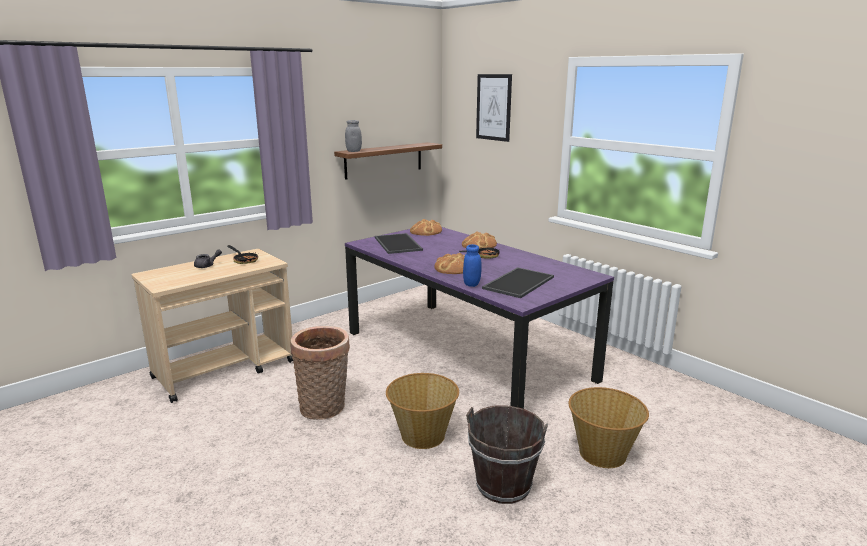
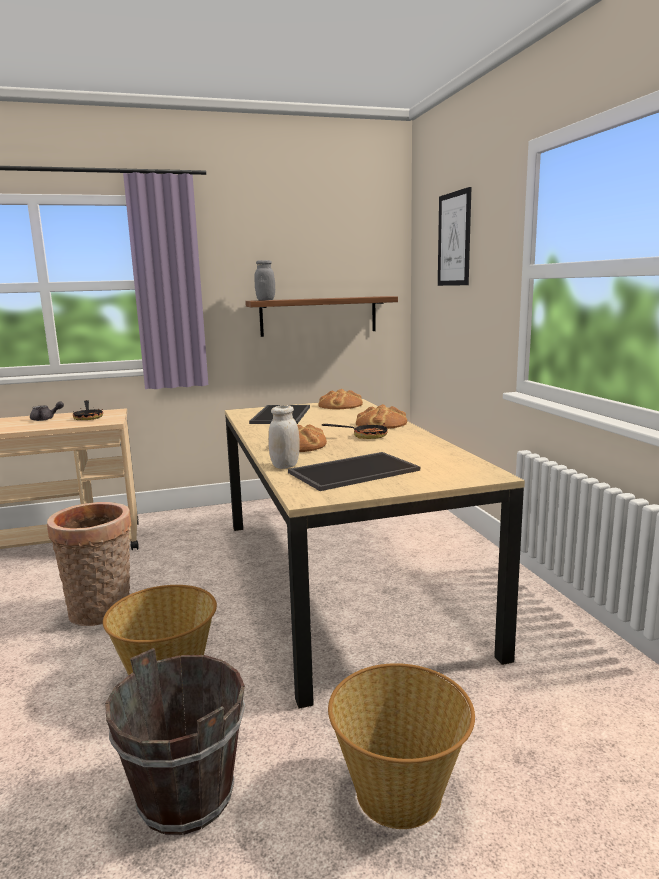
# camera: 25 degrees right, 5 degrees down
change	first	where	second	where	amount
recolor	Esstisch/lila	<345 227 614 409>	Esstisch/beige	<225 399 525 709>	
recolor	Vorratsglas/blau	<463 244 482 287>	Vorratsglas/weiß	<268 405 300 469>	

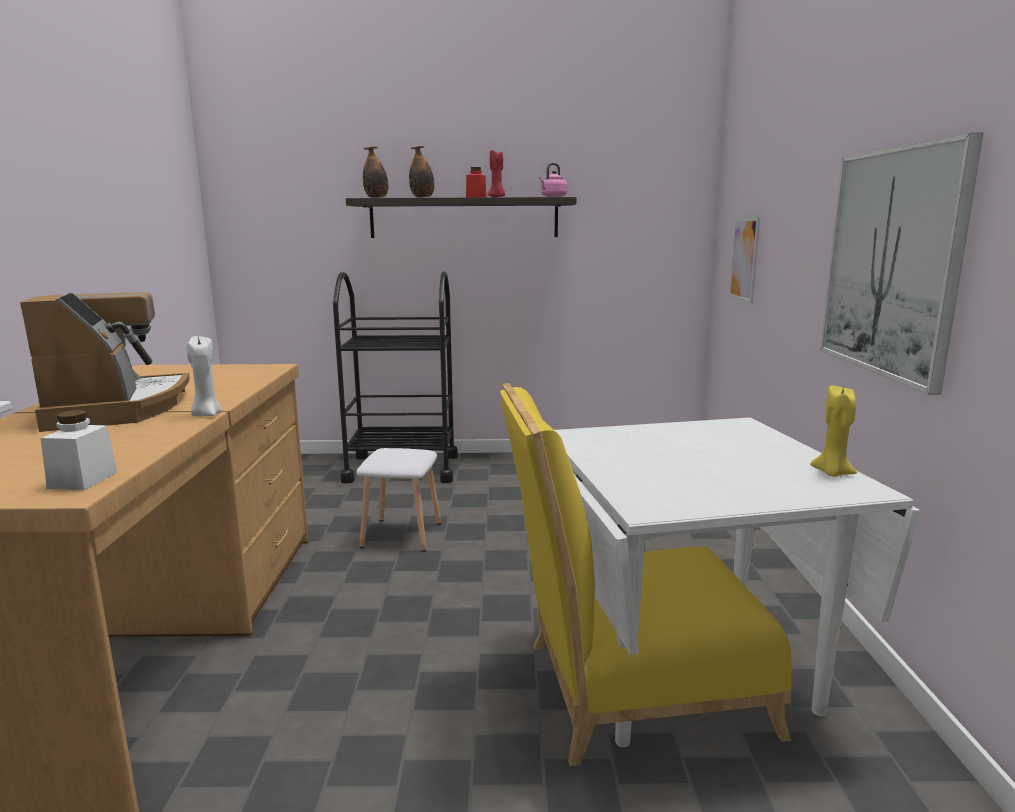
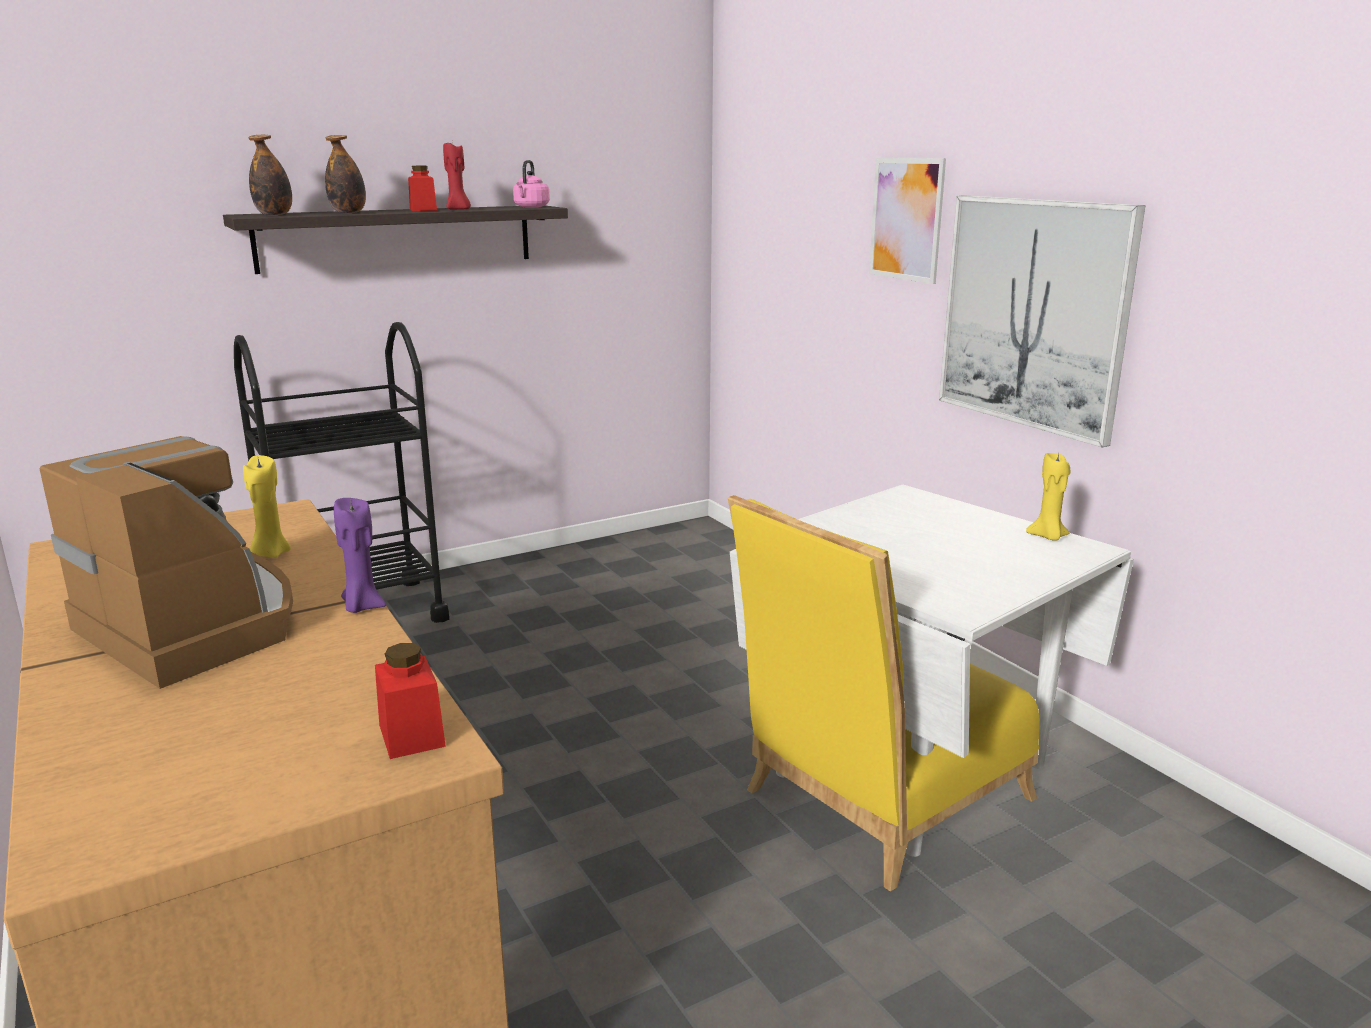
# camera: 30 degrees left, 5 degrees up
change	first	where	second	where	amount
move	Bild	<729 217 760 304>		<869 158 946 284>	
recolor	Kerze/weiß	<187 336 222 417>	Kerze/lila	<334 497 386 613>	
recolor	Vorratsglas/weiß	<41 410 117 490>	Vorratsglas/rot	<375 643 446 759>	
delete	Hocker/weiß	<356 448 441 552>			
insert			Kerze/gelb	<243 455 291 558>	

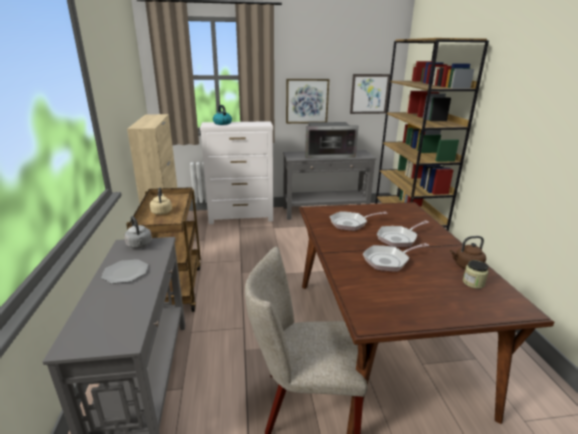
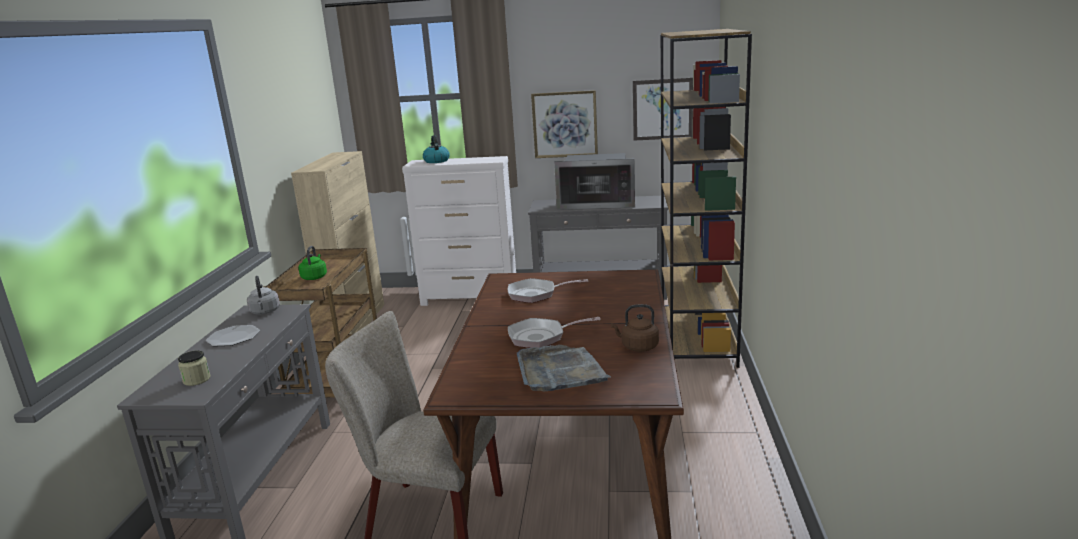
# camera: 15 degrees right, 5 degrees down
change	first	where	second	where	amount
recolor	Wasserkessel/beige	<150 188 172 215>	Wasserkessel/grün	<298 246 327 280>	
delete	Pfanne	<377 220 429 247>			
move	Vorratsglas	<463 260 489 289>		<178 350 211 386>	
insert			Tablett/grau	<517 345 611 391>	

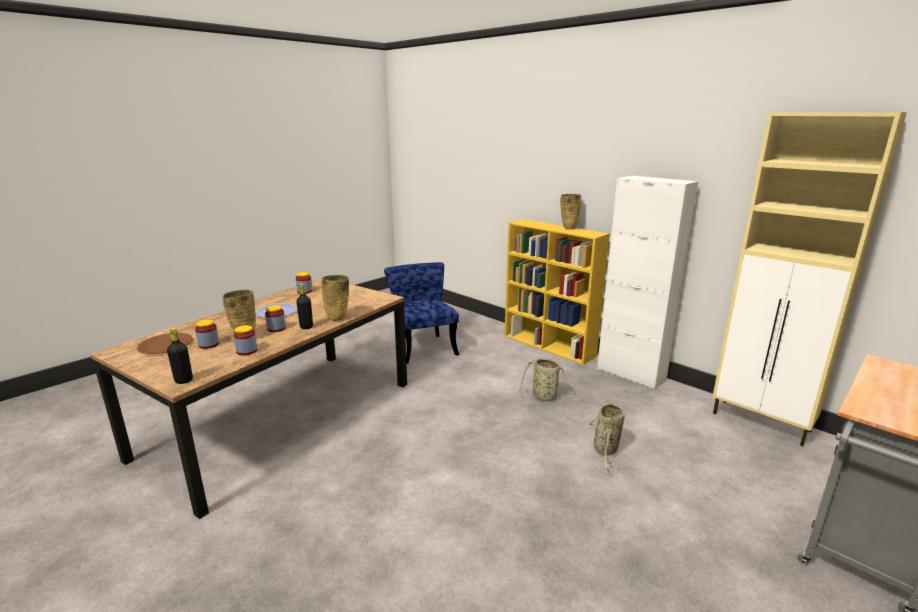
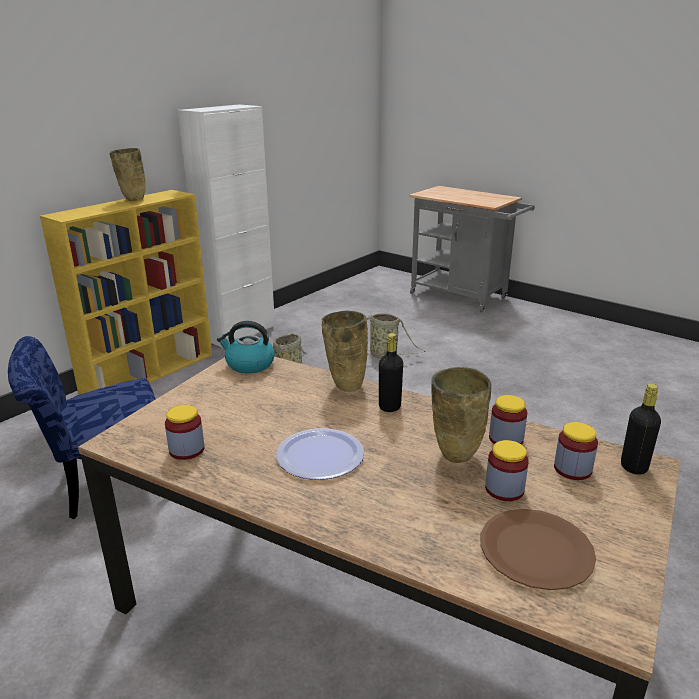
# camera: 95 degrees left, 5 degrees up
change	first	where	second	where	amount
delete	Schrank/beige	<712 112 907 446>			
move	Vorratsglas	<265 305 286 332>		<554 422 598 480>	
insert			Wasserkessel	<217 321 275 373>	

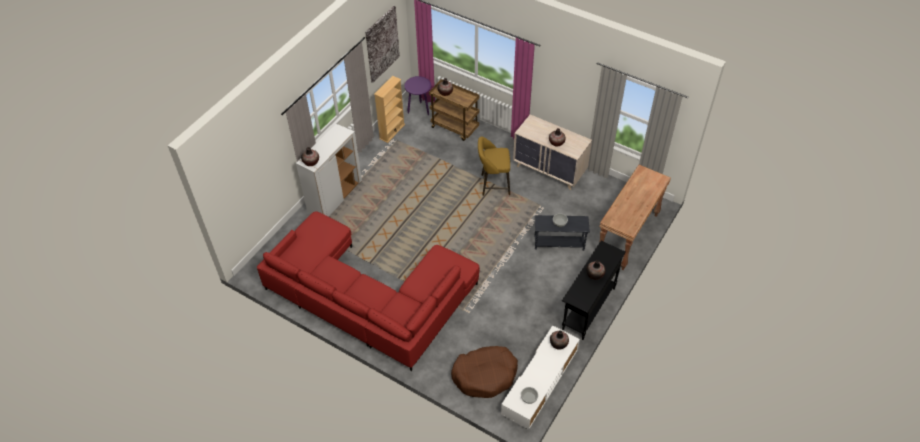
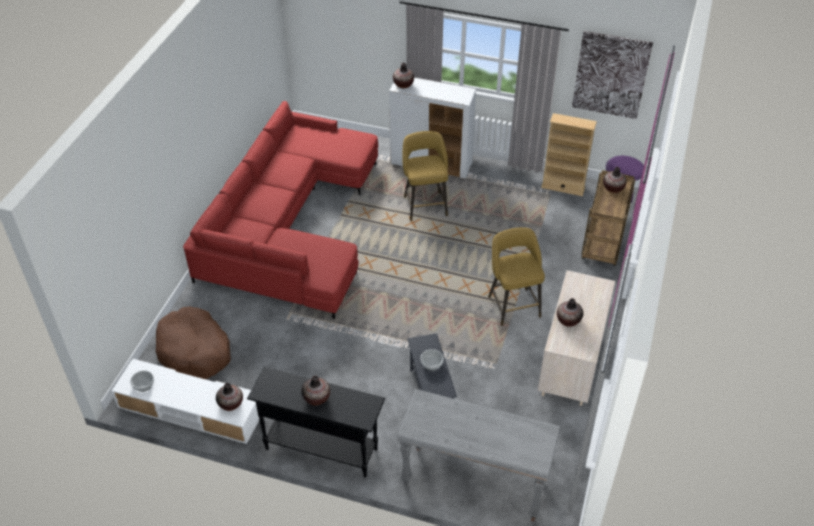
# camera: 75 degrees right, 5 degrees down
change	first	where	second	where	amount
recolor	Konsolentisch/braun	<599 165 671 270>	Konsolentisch/grau	<397 389 560 521>	
insert			Hocker/gelb	<402 131 448 221>	

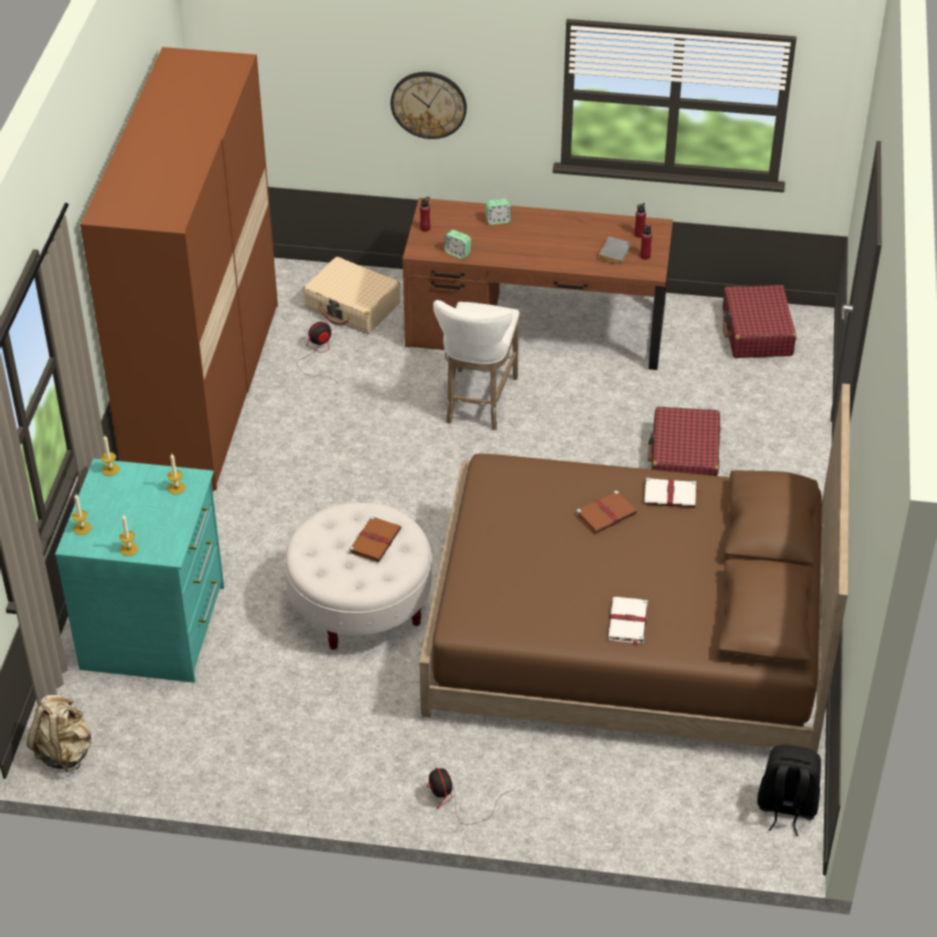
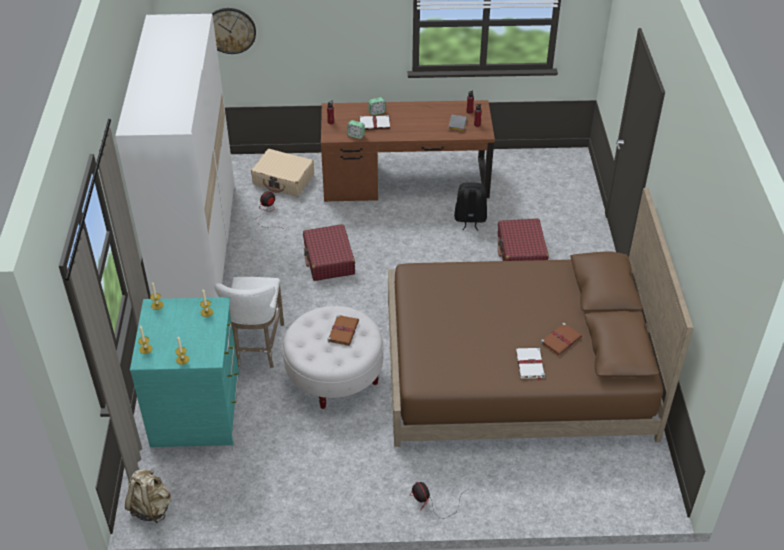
# camera: 10 degrees left, 0 degrees up
change	first	where	second	where	amount
recolor	Kleiderschrank/braun	<80 47 278 492>	Kleiderschrank/weiß	<115 14 235 299>	
move	Wanduhr	<391 72 467 139>		<212 8 256 54>	
move	Koffer/rot	<723 285 796 358>		<303 224 355 281>	
move	Hocker/weiß	<433 300 520 430>		<215 277 284 368>	
move	Buch/weiß	<644 477 700 508>		<360 115 391 130>	
move	Buch/braun	<576 490 637 534>		<541 323 582 356>	
move	Rucksack/schwarz	<757 744 821 836>		<454 182 487 231>	

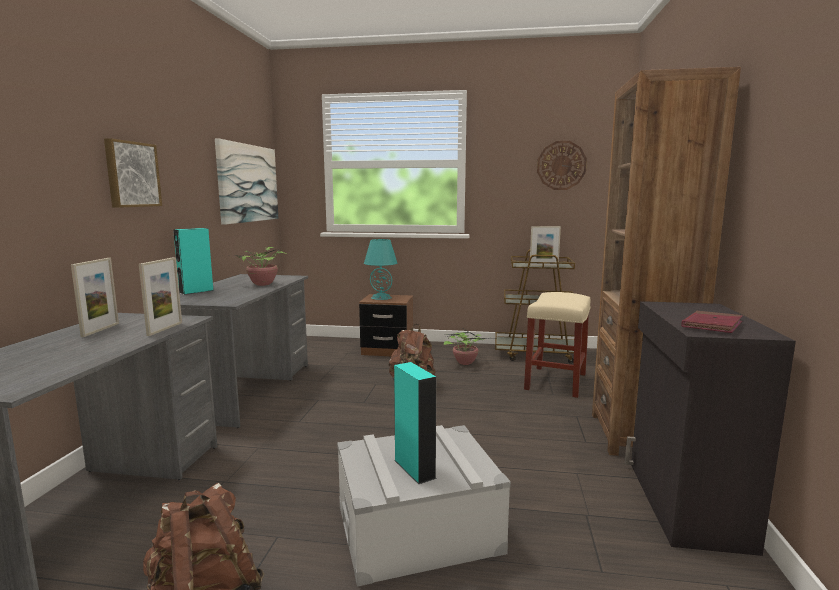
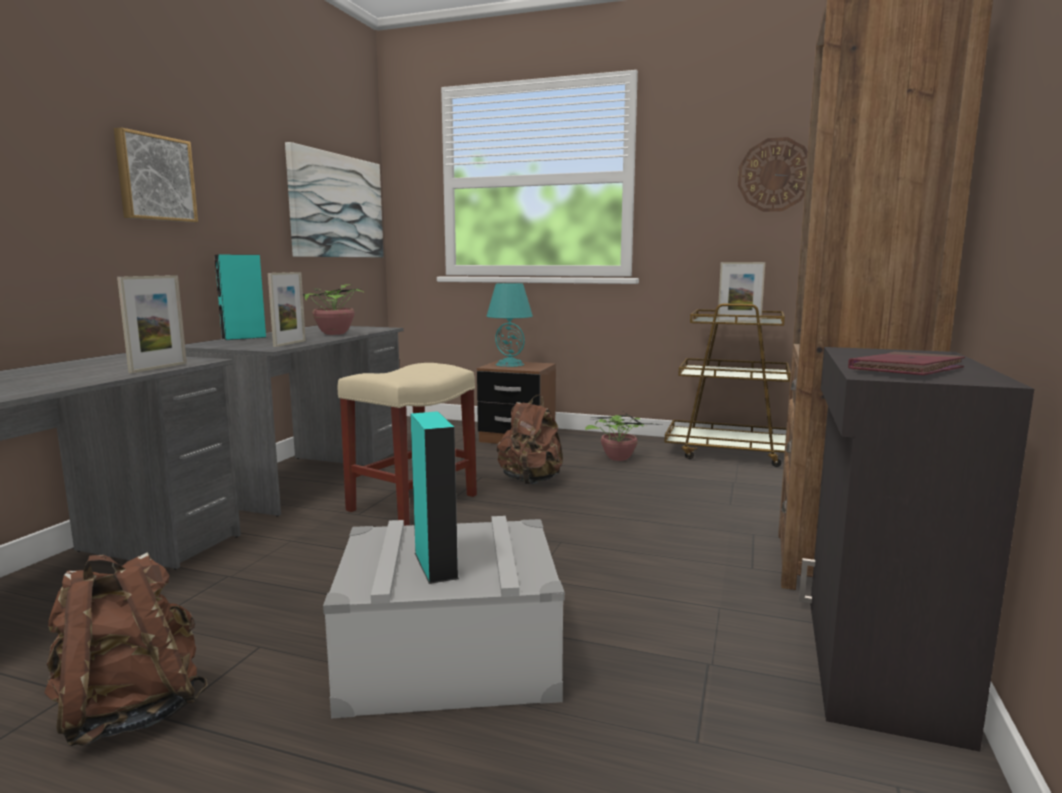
# camera: 10 degrees right, 0 degrees up
change	first	where	second	where	amount
move	Bilderrahmen	<71 258 119 337>		<268 272 306 347>	
move	Hocker/beige	<524 292 591 398>		<337 363 477 526>	

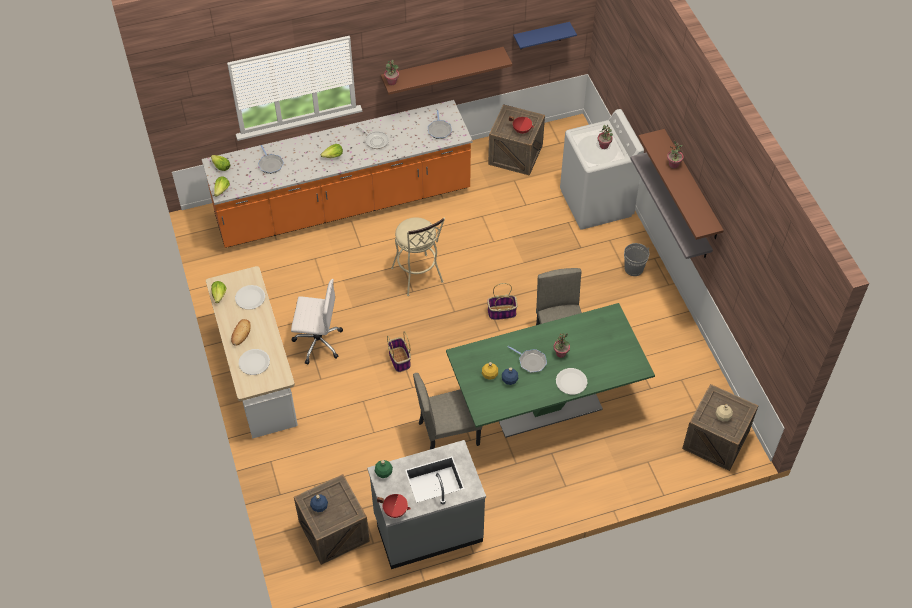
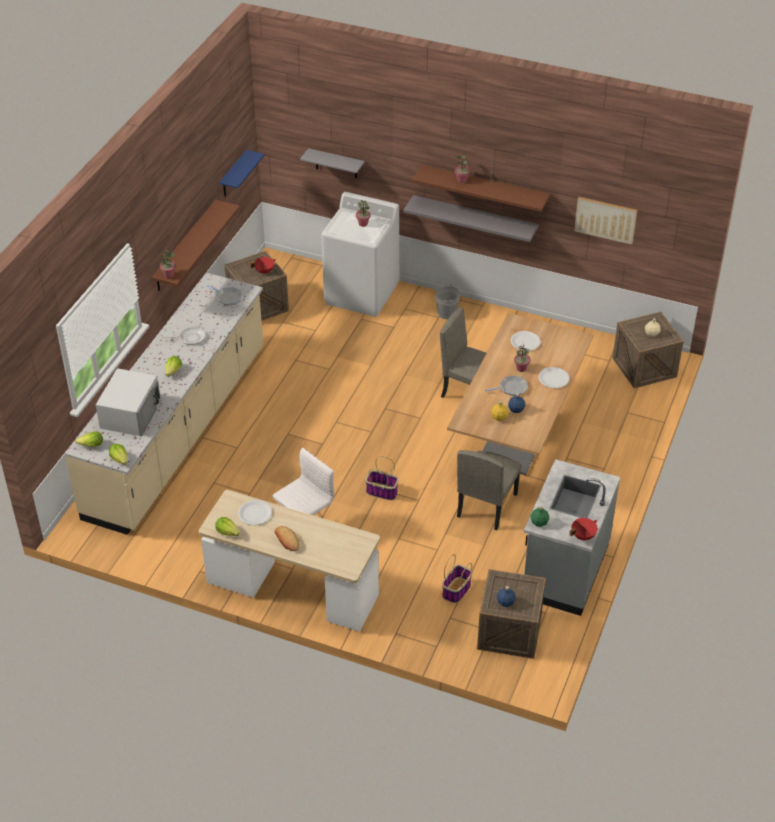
# camera: 50 degrees left, 10 degrees down
change	first	where	second	where	amount
recolor	Küchenzeile/orange	<202 100 473 248>	Küchenzeile/beige	<65 273 263 535>	
replace	Pfanne	<258 145 284 174>	Mikrowelle/weiß	<96 368 161 437>	
delete	Hocker/beige	<391 217 445 296>			
move	Korb	<487 283 518 320>		<442 554 472 603>	
recolor	Esstisch/grün	<446 303 655 438>	Esstisch/beige	<447 313 594 475>	
move	Teller/weiß	<239 349 270 375>		<511 331 541 351>	
insert			Wandregal/grau	<300 148 365 178>	
insert			Bild	<574 197 638 245>	

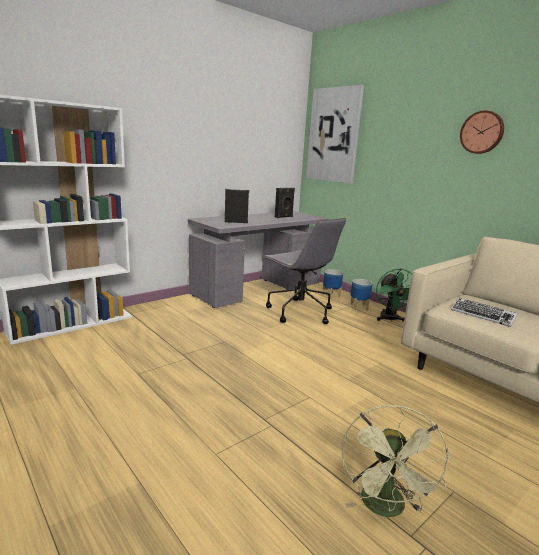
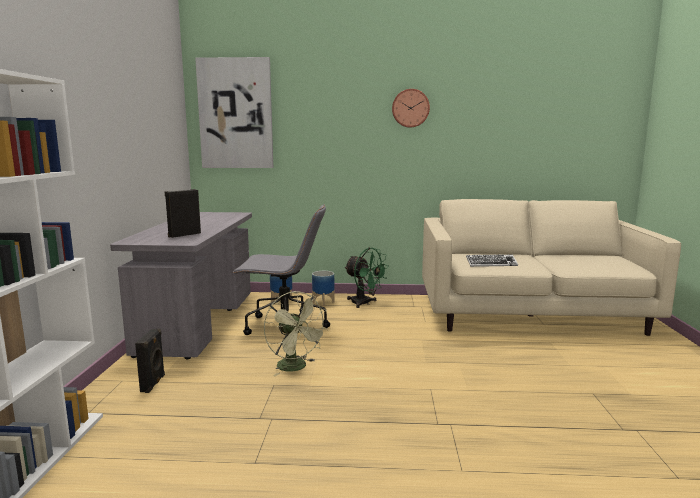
# camera: 45 degrees left, 5 degrees down
change	first	where	second	where	amount
move	Lautsprecher/schwarz	<275 188 295 218>		<135 329 165 393>	
move	Ventilator/grün	<342 405 452 517>		<264 291 328 376>	

